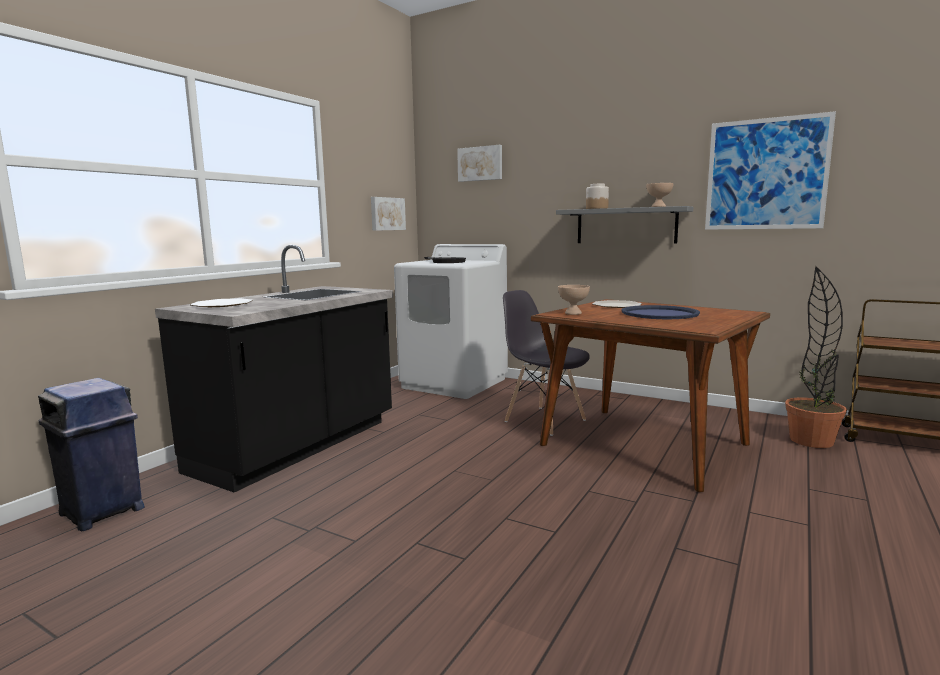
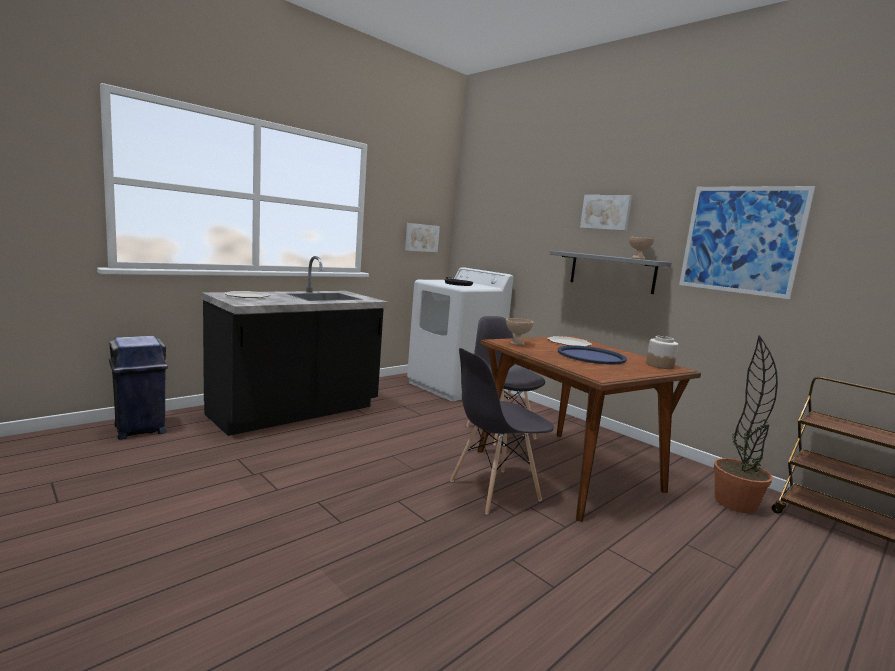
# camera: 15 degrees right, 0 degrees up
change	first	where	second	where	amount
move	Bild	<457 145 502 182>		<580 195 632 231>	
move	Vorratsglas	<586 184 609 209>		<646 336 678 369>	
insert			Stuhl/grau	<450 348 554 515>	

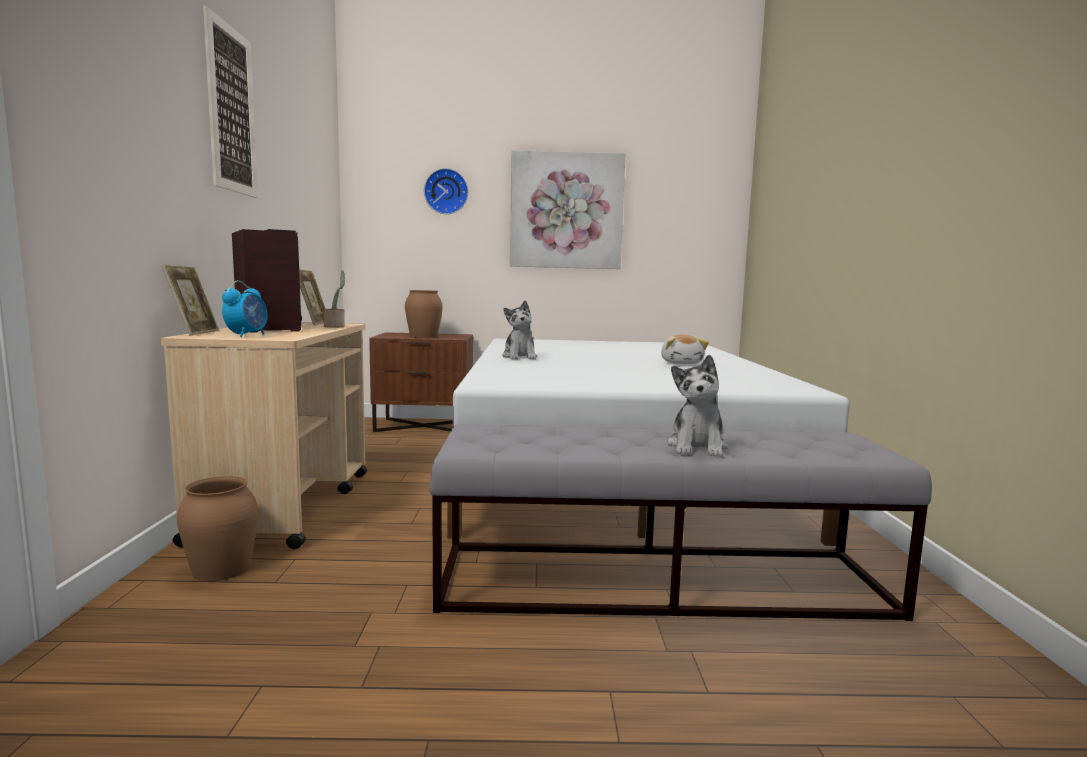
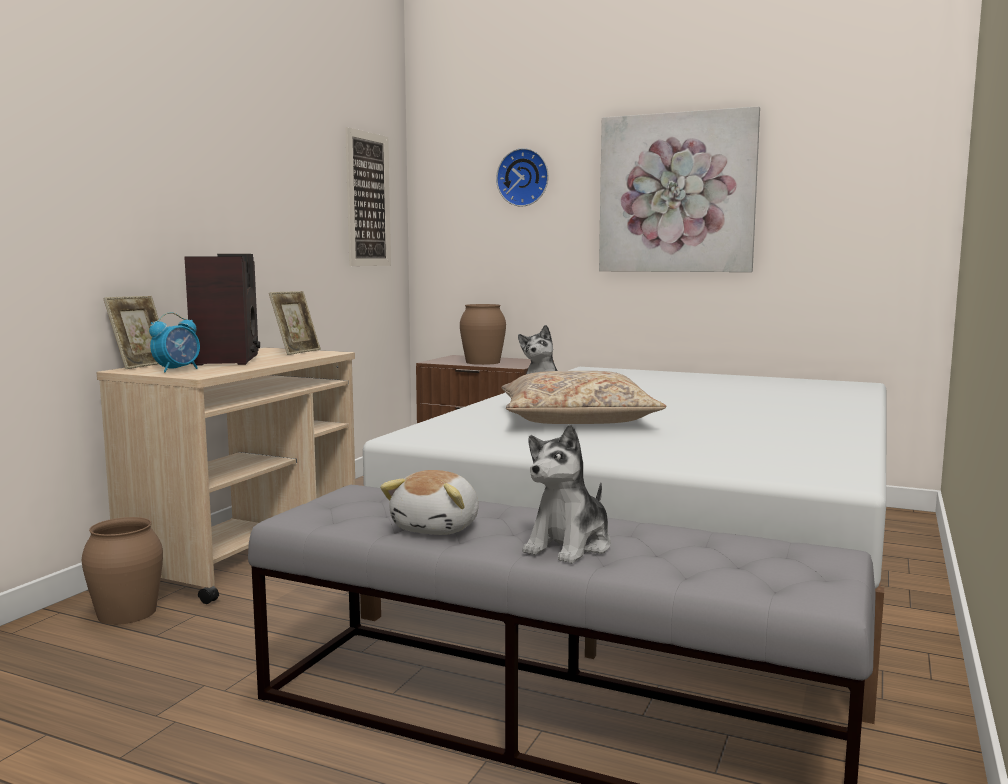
# camera: 25 degrees right, 0 degrees up
change	first	where	second	where	amount
move	Bild	<203 6 258 198>		<345 127 391 266>	
delete	Topfpflanze	<323 270 345 327>			
move	Plüschtier	<661 335 709 364>		<380 470 479 535>	
insert			Kissen/beige	<502 371 666 424>	

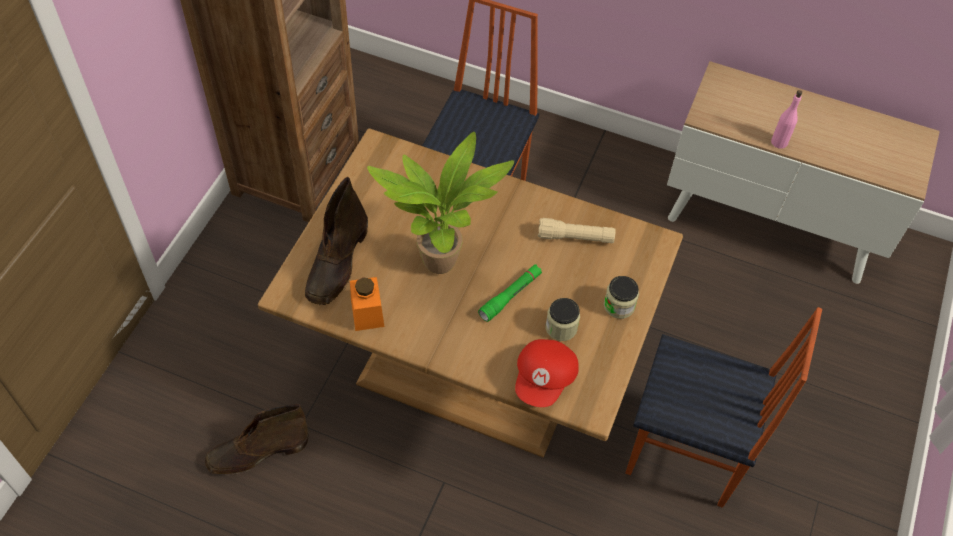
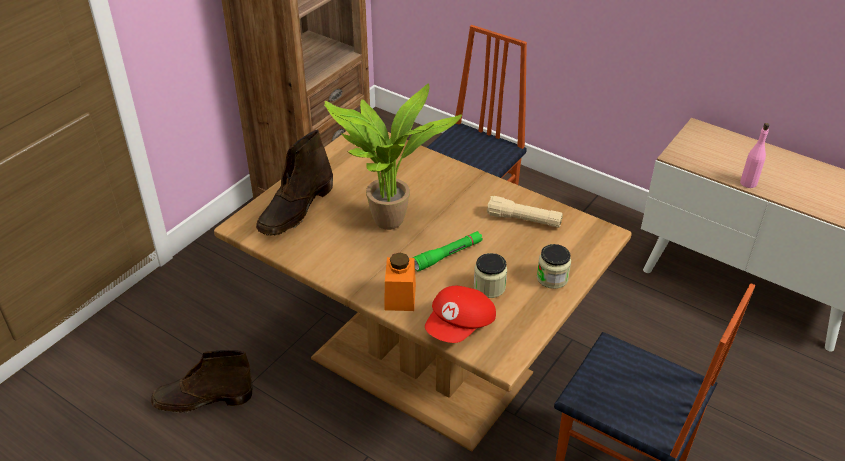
# camera: 15 degrees right, 15 degrees down
change	first	where	second	where	amount
move	Vorratsglas/orange	<350 277 384 331>		<384 253 416 311>	

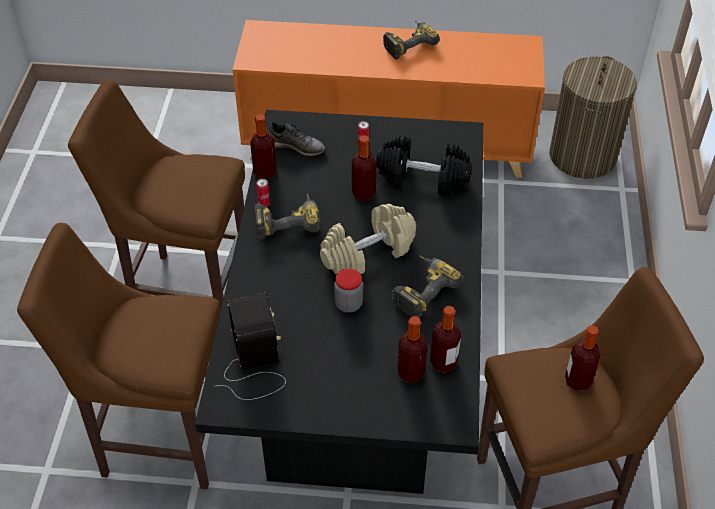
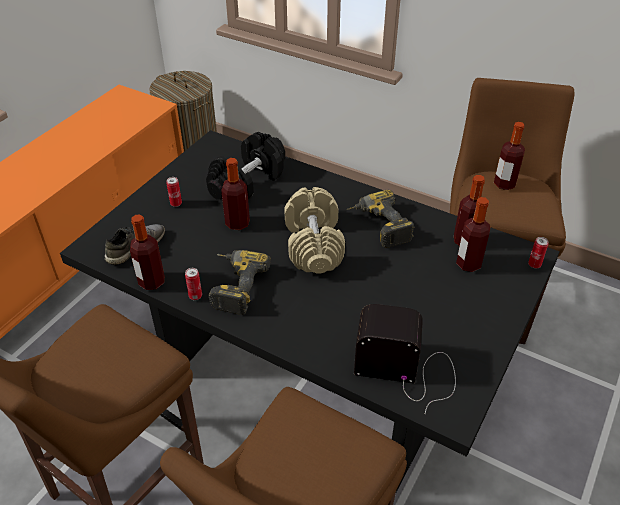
# camera: 65 degrees left, 5 degrees down
change	first	where	second	where	amount
delete	Bohrmaschine	<383 20 440 59>			
delete	Vorratsglas	<334 269 363 313>			
insert			Dose	<528 237 549 268>	

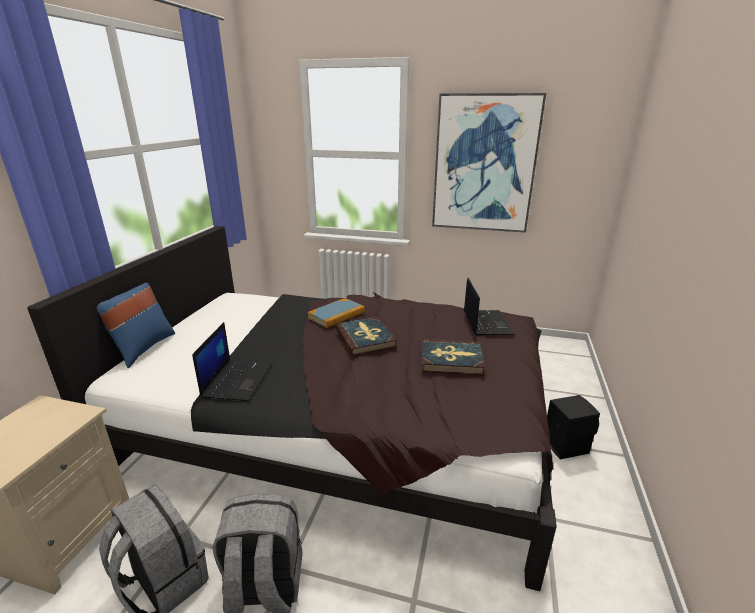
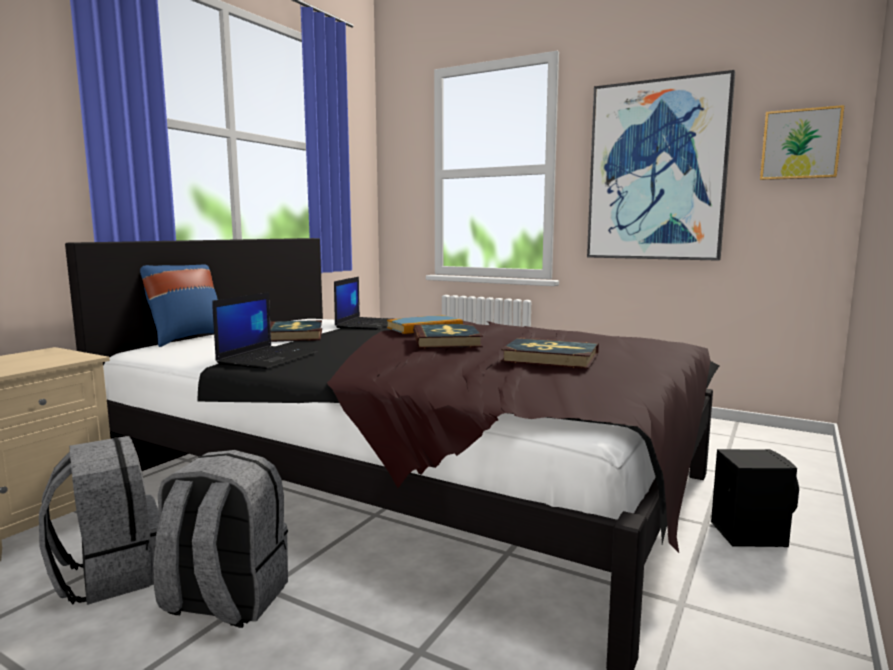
# camera: 15 degrees right, 15 degrees down
change	first	where	second	where	amount
move	Laptop	<464 278 515 335>		<334 277 391 330>	
insert			Bild	<760 105 845 180>	
insert			Buch	<270 320 322 342>	

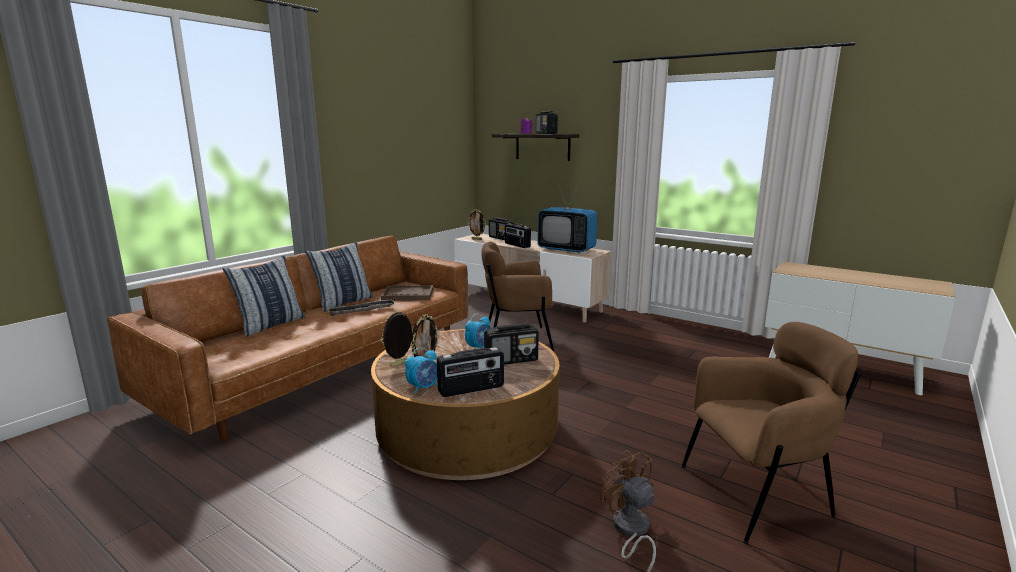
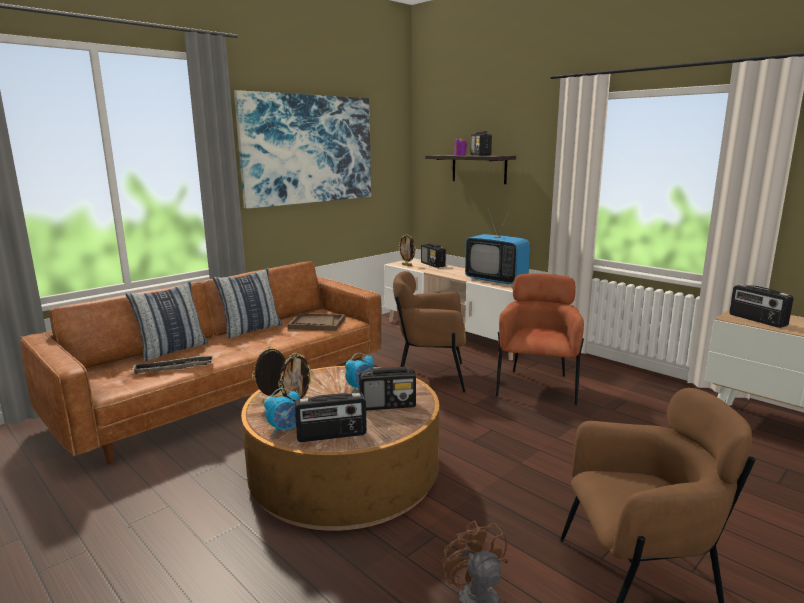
# camera: 10 degrees right, 0 degrees up
change	first	where	second	where	amount
move	Radio	<505 223 531 248>		<729 284 793 328>	
move	Tablett	<327 299 395 316>		<131 355 213 374>	
insert			Bild	<234 90 371 209>	
insert			Sessel/braun	<496 273 584 405>	

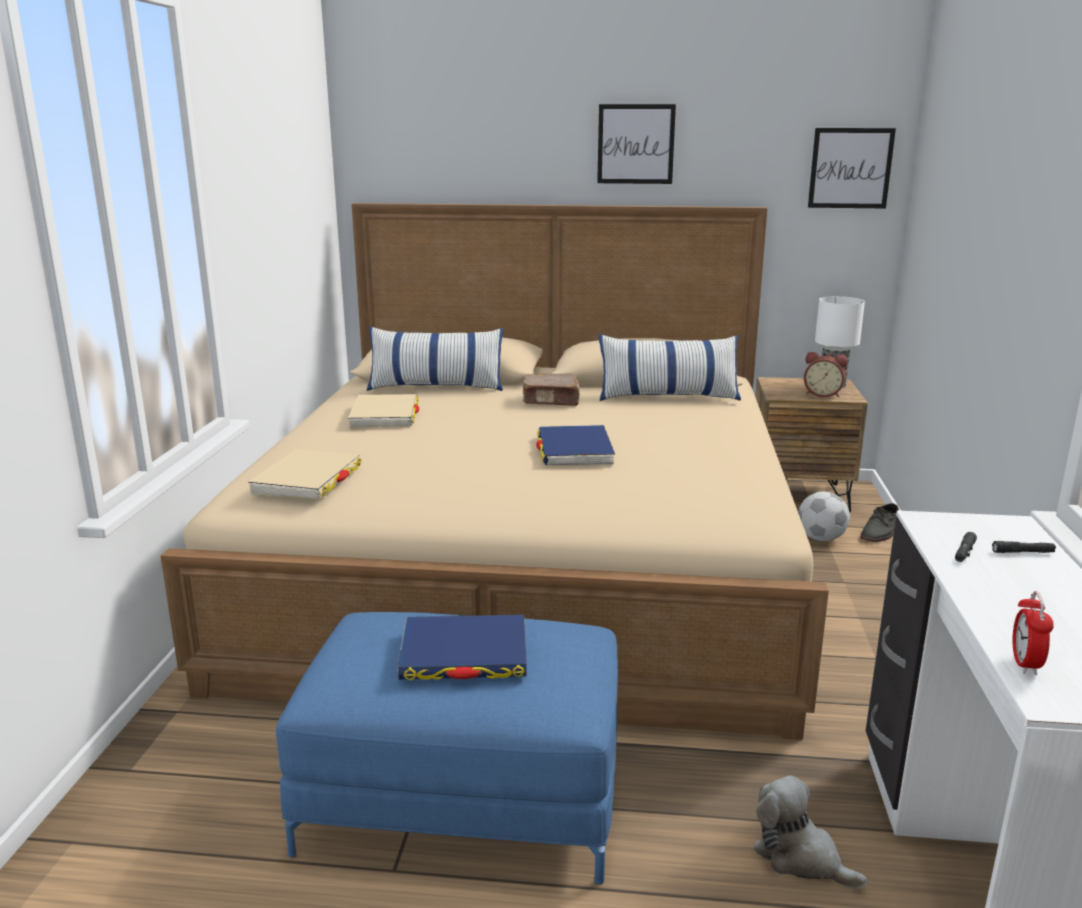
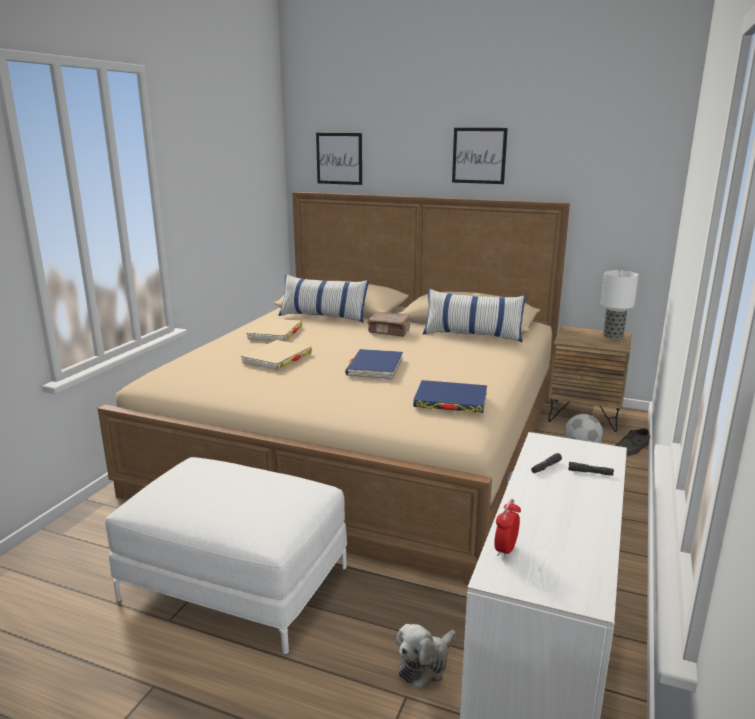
# camera: 15 degrees right, 0 degrees up
change	first	where	second	where	amount
move	Bild	<808 128 896 208>		<316 133 362 185>	
delete	Wecker	<804 352 848 398>			
move	Buch/beige	<248 449 362 499>		<241 340 312 370>	
recolor	Polsterhocker/blau	<276 612 618 885>	Polsterhocker/weiß	<105 457 347 654>	
move	Buch/blau	<397 615 527 680>		<413 380 487 413>	
rotate	Plüschtier	<754 775 867 889>		<396 624 456 690>	105 degrees counterclockwise

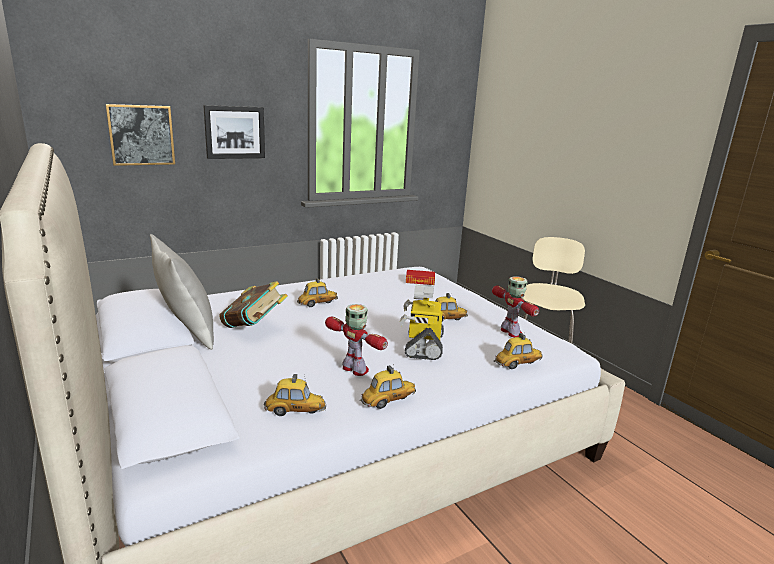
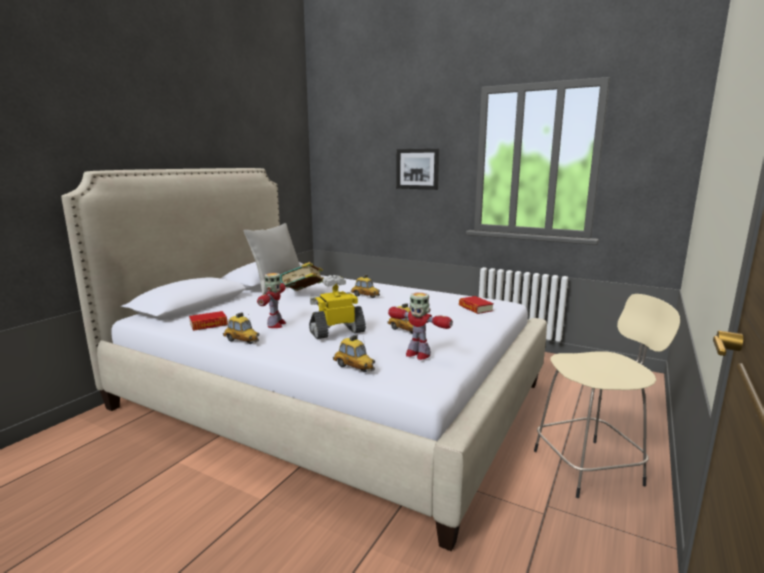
# camera: 60 degrees right, 5 degrees down
change	first	where	second	where	amount
delete	Bild	<106 104 175 166>			
rotate	Spielzeugroboter	<492 276 539 337>		<388 293 453 360>	90 degrees clockwise
replace	Spielzeugauto	<264 374 326 416>	Buch	<189 311 228 331>	

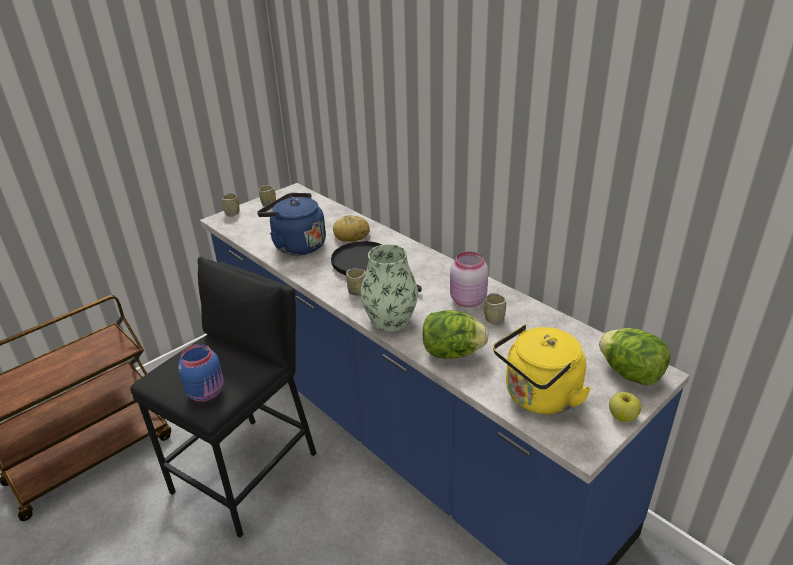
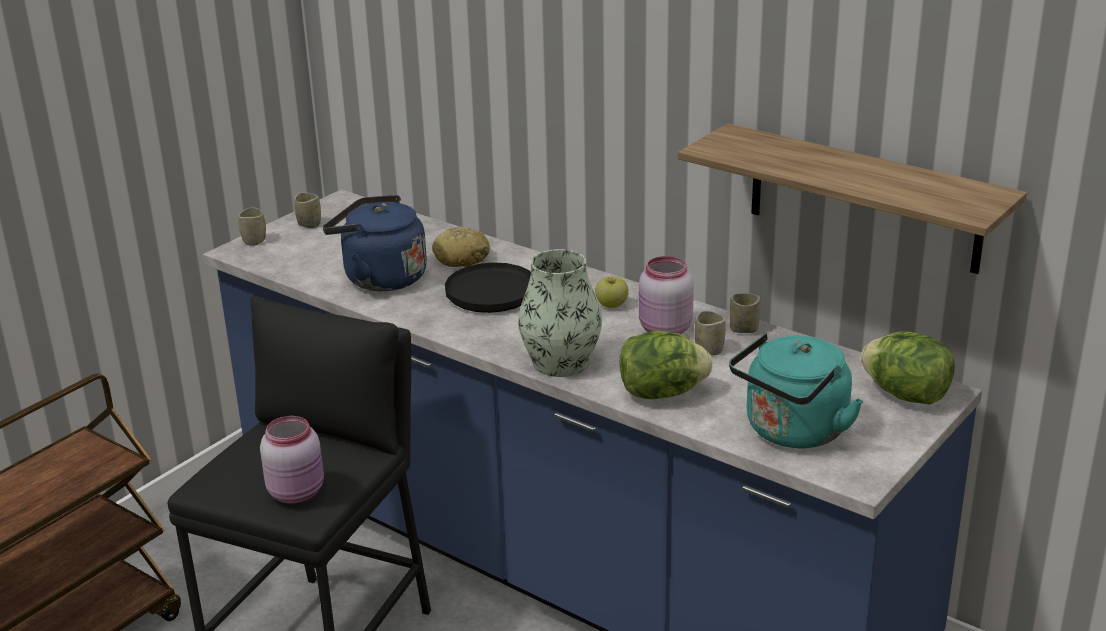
# camera: 10 degrees left, 5 degrees down
change	first	where	second	where	amount
move	Tasse	<346 269 366 296>		<730 293 761 333>	
recolor	Wasserkessel/gelb	<493 325 591 415>	Wasserkessel/türkis	<729 333 863 448>	
recolor	Vorratsglas/blau	<178 344 224 402>	Vorratsglas/rosa	<260 416 324 504>	
move	Apfel	<609 392 641 422>		<595 277 629 308>	
insert			Wandregal	<678 123 1027 274>	

